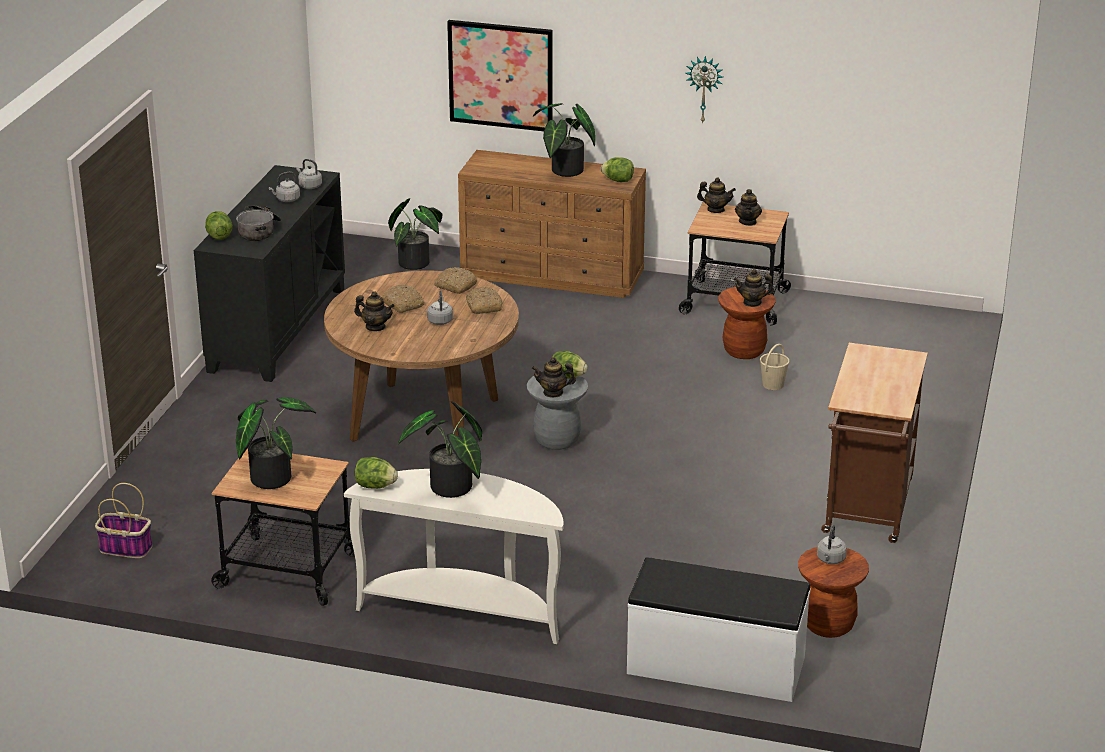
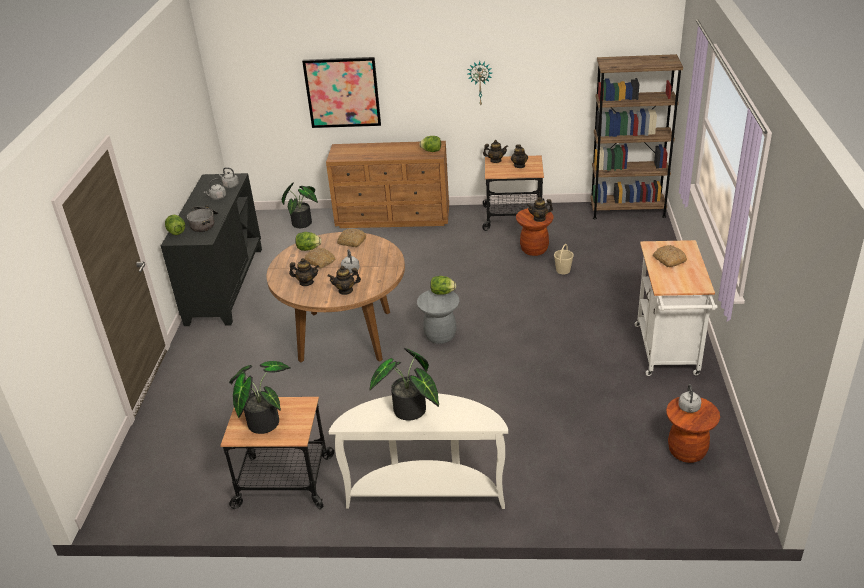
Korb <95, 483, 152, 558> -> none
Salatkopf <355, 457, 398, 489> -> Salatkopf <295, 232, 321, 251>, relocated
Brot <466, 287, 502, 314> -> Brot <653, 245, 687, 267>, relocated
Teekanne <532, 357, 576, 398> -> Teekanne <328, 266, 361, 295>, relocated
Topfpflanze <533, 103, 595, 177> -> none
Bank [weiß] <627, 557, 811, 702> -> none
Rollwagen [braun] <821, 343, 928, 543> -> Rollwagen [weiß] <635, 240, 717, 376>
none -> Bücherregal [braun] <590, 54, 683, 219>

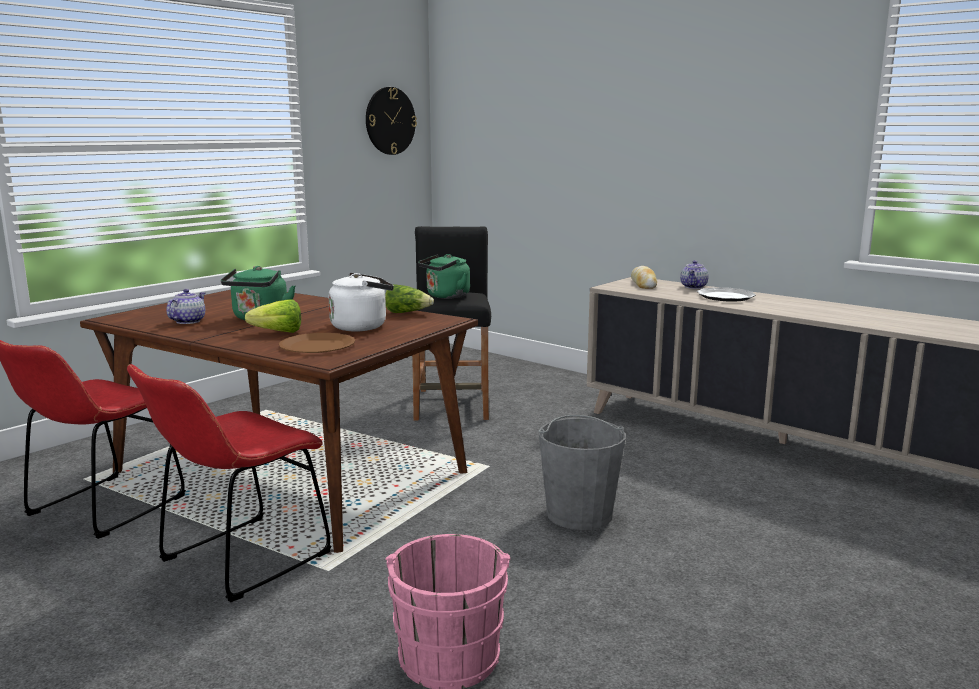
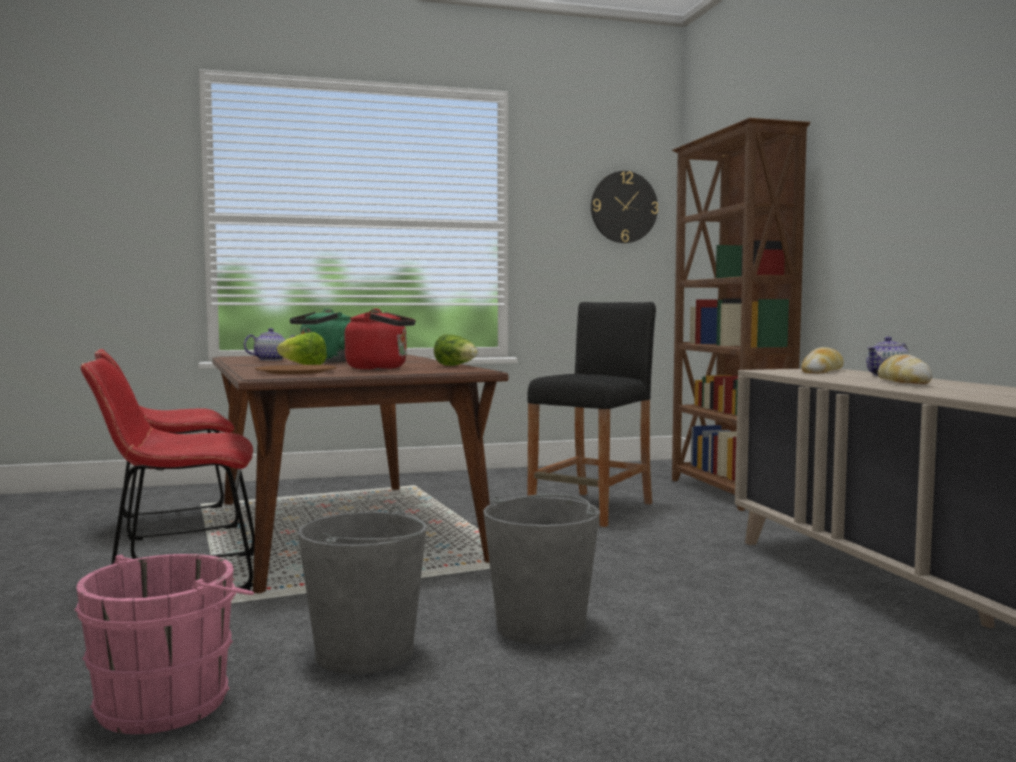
Wasserkessel [weiß] <328, 273, 394, 331> -> Wasserkessel [rot] <345, 308, 416, 370>
Wasserkessel [grün] <418, 254, 470, 299> -> none
Teller <697, 287, 756, 302> -> Brot <878, 354, 932, 384>
none -> Eimer [grau] <298, 506, 427, 674>
none -> Bücherregal [braun] <672, 118, 810, 511>

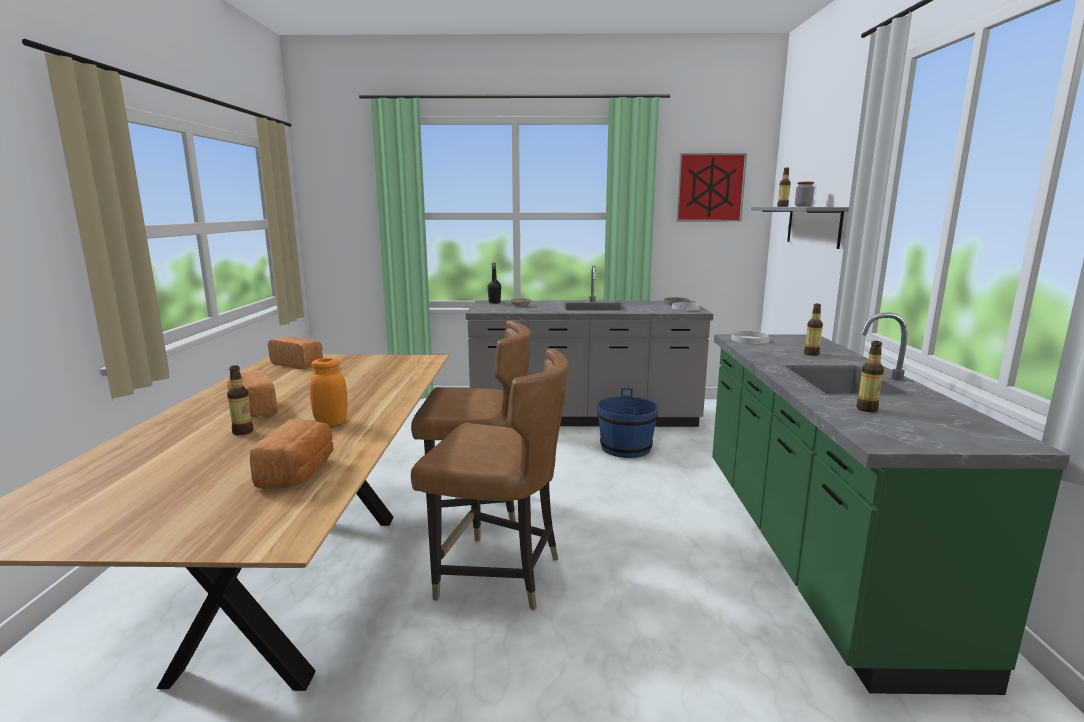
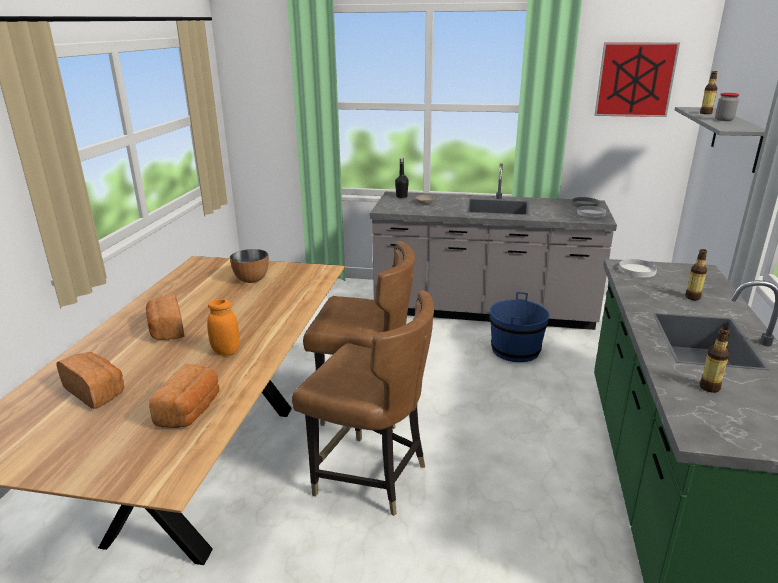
Flasche <227, 365, 253, 435> -> none
Brot <268, 337, 323, 369> -> Brot <56, 352, 124, 409>, relocated
none -> Schüssel <230, 249, 269, 283>

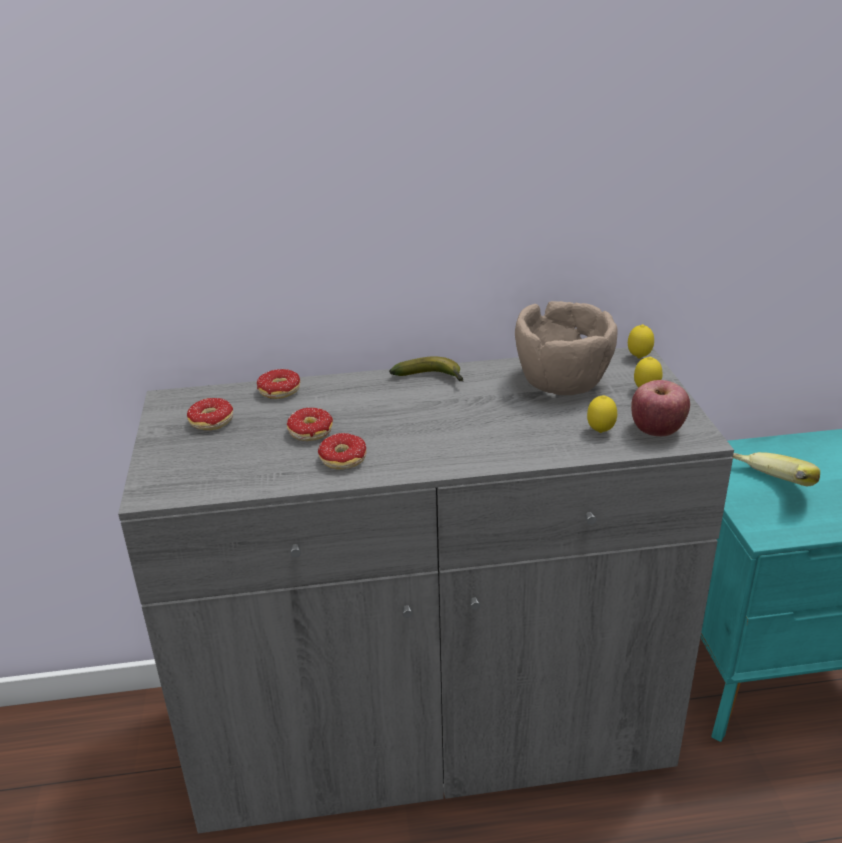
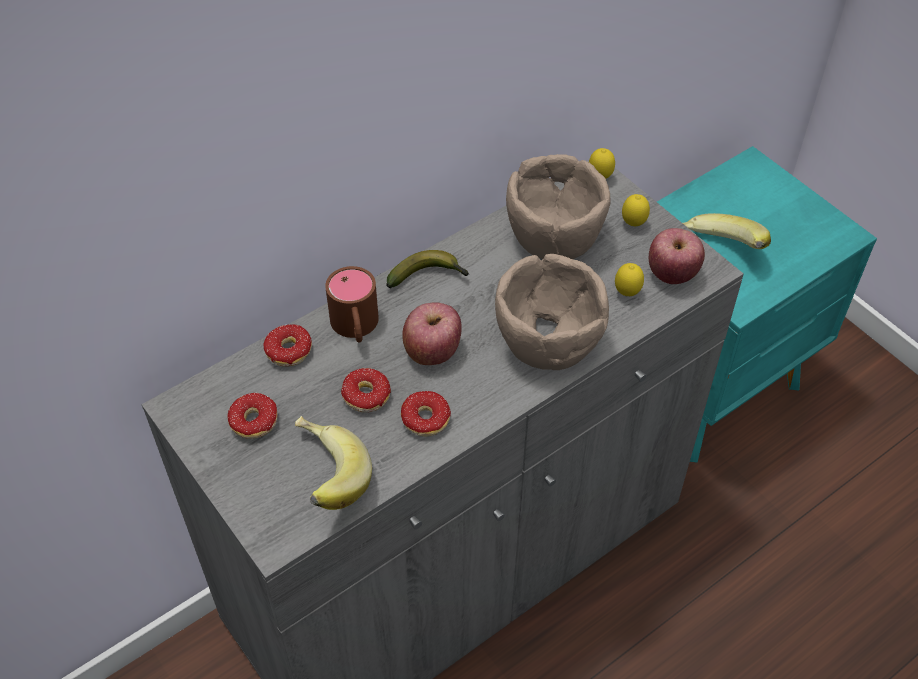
none -> Banane <295, 416, 372, 510>
none -> Henkelbecher [braun] <325, 266, 379, 343>
none -> Apfel <402, 303, 462, 365>
none -> Schüssel [braun] <495, 254, 609, 370>

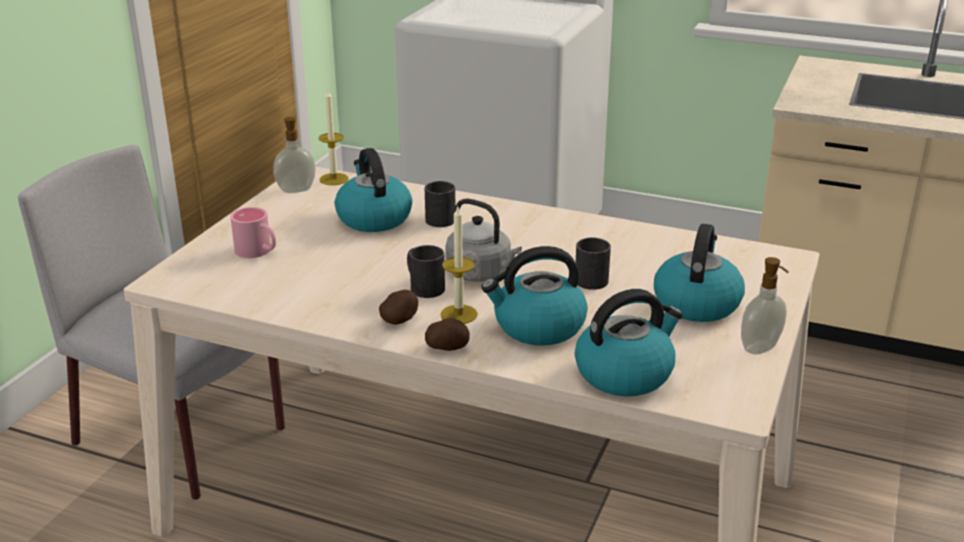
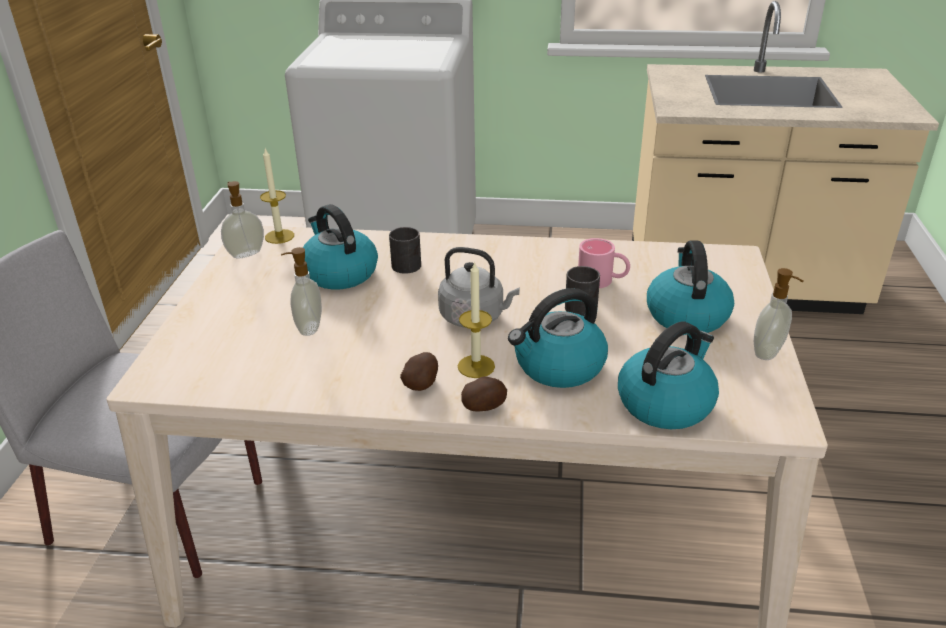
Henkelbecher [rosa] <230, 207, 276, 258> -> Henkelbecher [rosa] <578, 238, 630, 288>, relocated
Henkelbecher [schwarz] <407, 245, 445, 298> -> none
none -> Seifenspender <281, 247, 322, 336>

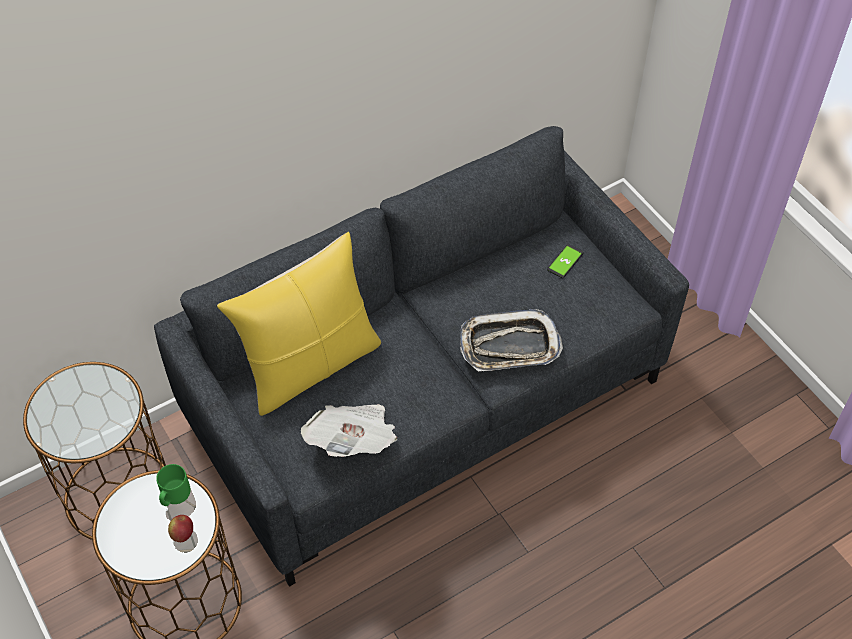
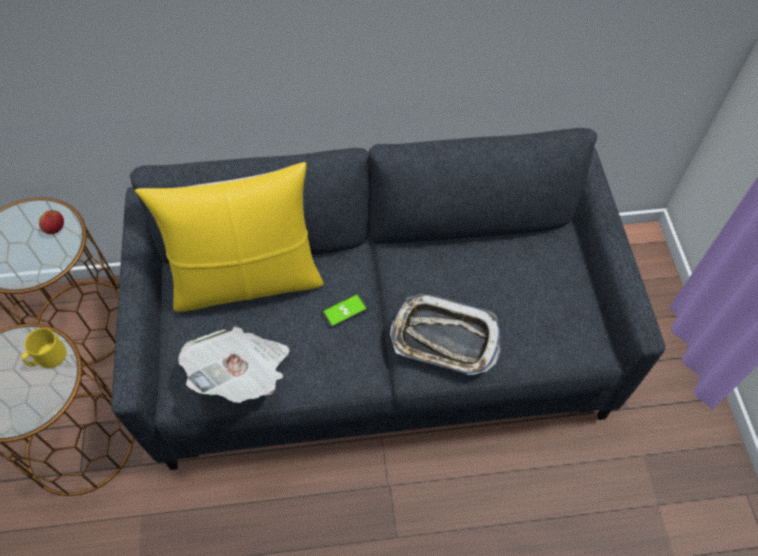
Henkelbecher [grün] <156, 464, 191, 506> -> Henkelbecher [gelb] <21, 328, 66, 368>
Apfel <168, 515, 193, 542> -> Apfel <39, 210, 64, 234>, relocated
Handy <547, 244, 584, 278> -> Handy <321, 293, 369, 328>, relocated

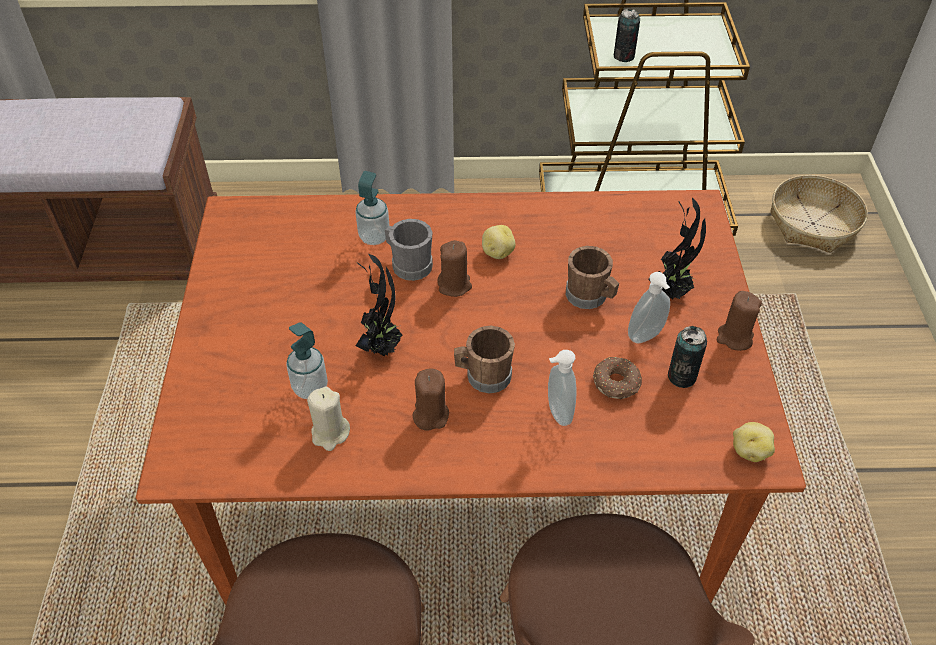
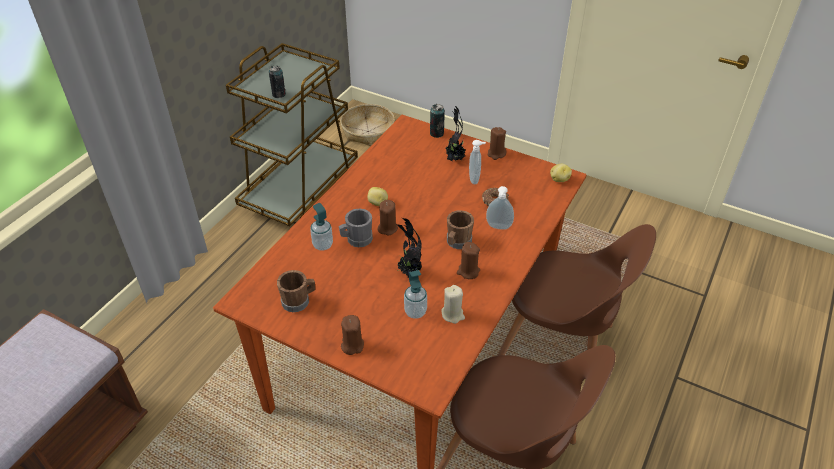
Henkelbecher [braun] <566, 246, 619, 309> -> Henkelbecher [braun] <277, 270, 315, 312>, relocated
Dose <668, 326, 707, 388> -> Dose <430, 104, 445, 138>, relocated
none -> Kerze [braun] <341, 315, 364, 355>

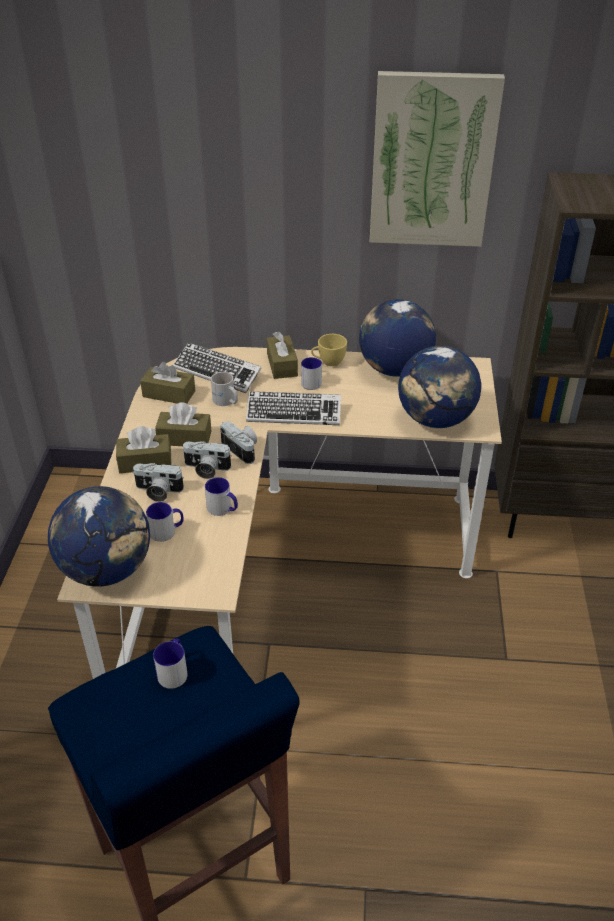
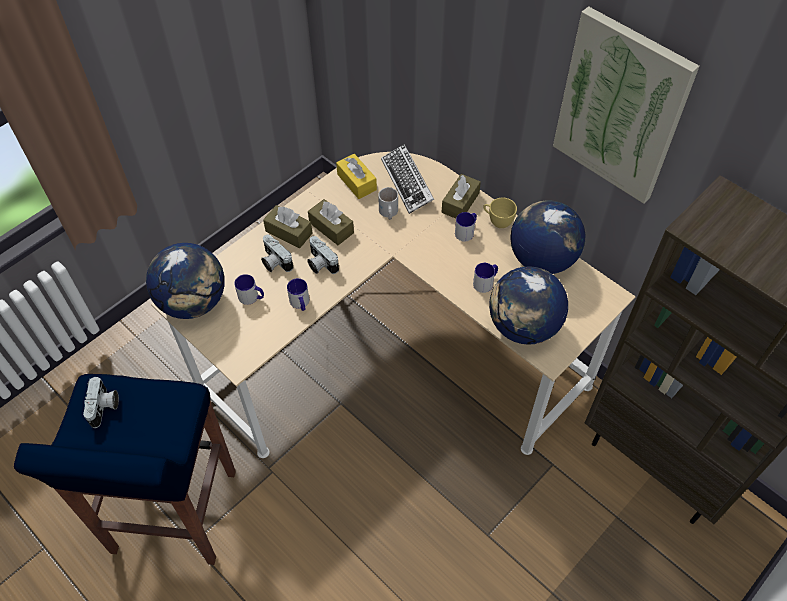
Taschentuchbox [braun] <140, 362, 195, 404> -> Taschentuchbox [gelb] <336, 154, 377, 199>
Henkelbecher <153, 639, 188, 689> -> Henkelbecher <473, 263, 498, 293>, relocated
Kamera <220, 421, 257, 464> -> Kamera <83, 377, 119, 428>, relocated
Tastatur <246, 391, 341, 425> -> none

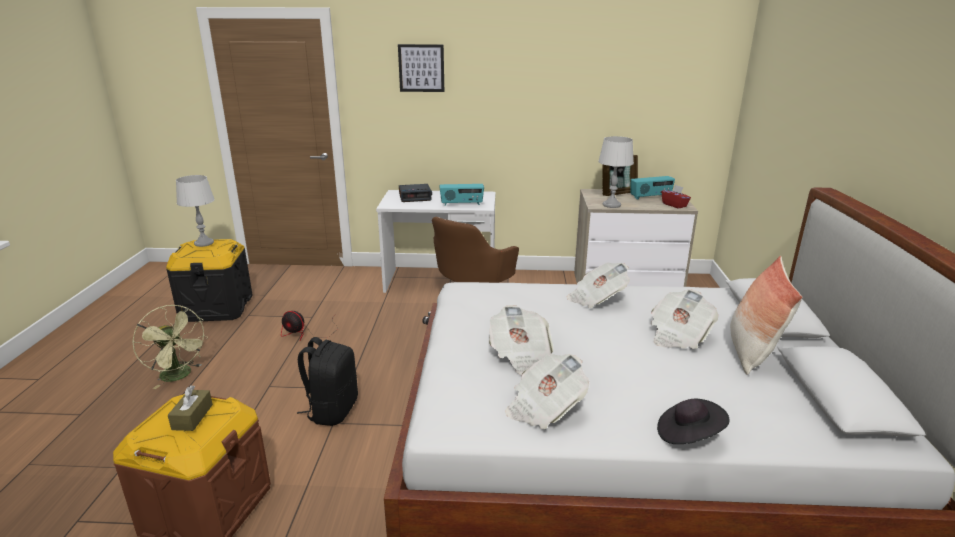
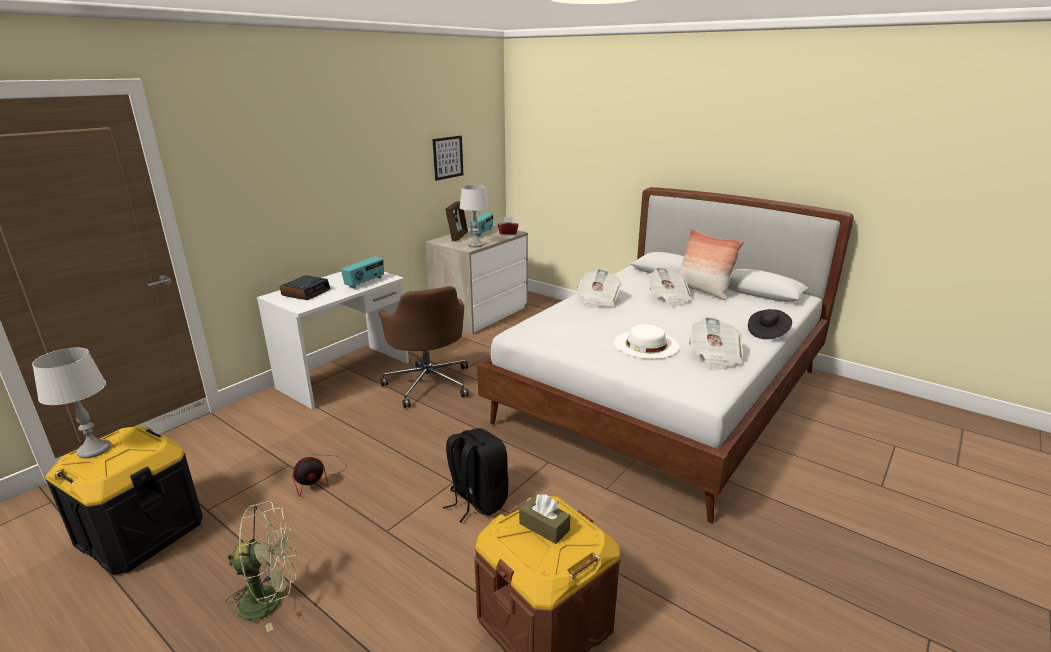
Bild <398, 44, 444, 92> -> Bild <432, 136, 463, 181>, relocated
Zeitung <488, 305, 554, 375> -> Hut [weiß] <614, 325, 679, 359>

